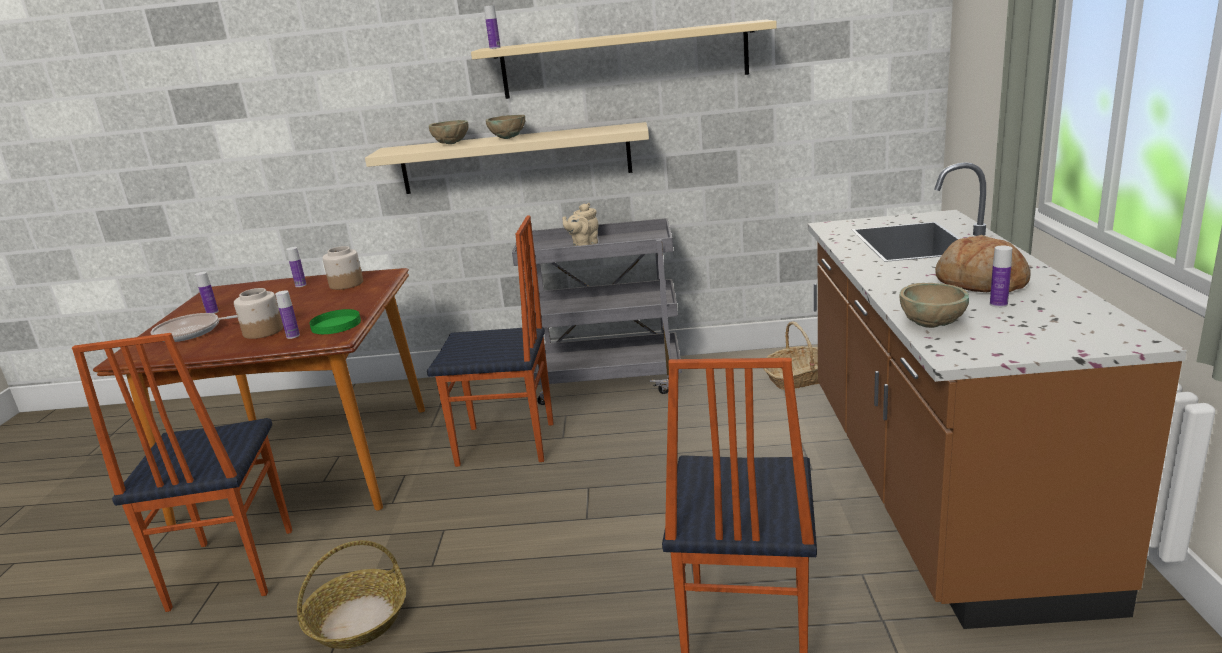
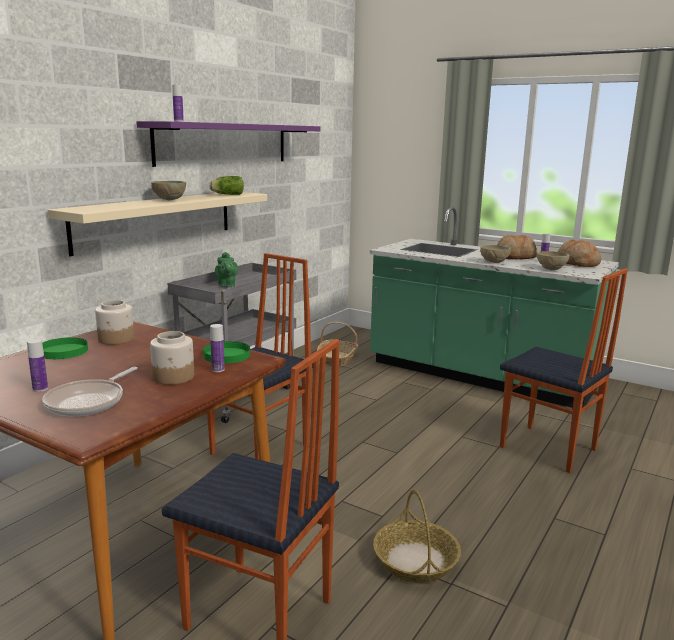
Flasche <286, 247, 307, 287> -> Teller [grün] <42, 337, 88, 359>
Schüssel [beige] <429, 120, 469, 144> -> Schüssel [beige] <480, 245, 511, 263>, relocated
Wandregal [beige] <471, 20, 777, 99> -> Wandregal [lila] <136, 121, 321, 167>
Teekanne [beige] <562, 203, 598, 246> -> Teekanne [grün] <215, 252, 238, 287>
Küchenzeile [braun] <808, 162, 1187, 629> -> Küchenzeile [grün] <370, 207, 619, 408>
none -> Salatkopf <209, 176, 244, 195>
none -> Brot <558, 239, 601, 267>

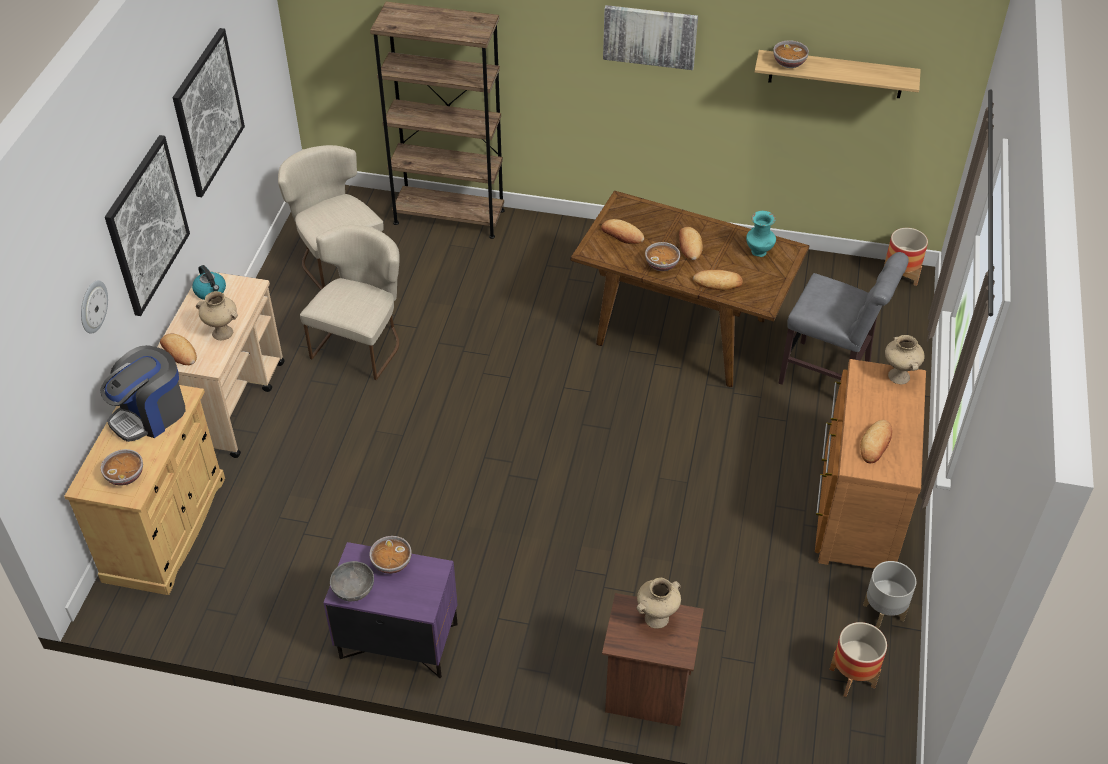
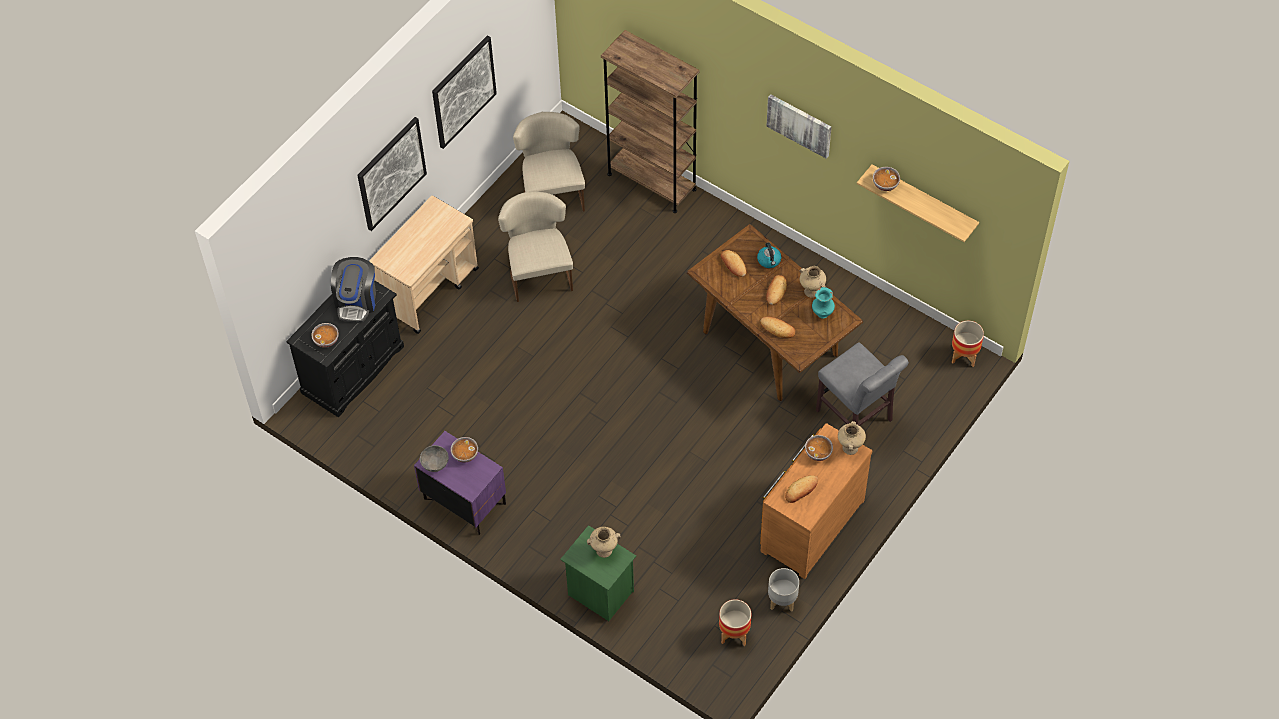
Schrank [beige] <64, 385, 225, 595> -> Schrank [schwarz] <286, 280, 404, 417>
Wanduhr <81, 280, 108, 334> -> none
Kaffeemaschine <100, 345, 185, 442> -> Kaffeemaschine <331, 257, 376, 323>, 60 degrees counterclockwise
Brot <160, 333, 197, 365> -> none
Wasserkessel <192, 265, 226, 300> -> Wasserkessel <757, 243, 781, 268>, relocated
Vase [beige] <196, 291, 238, 340> -> Vase [beige] <799, 266, 826, 298>, relocated
Stuhl [beige] <300, 225, 400, 380> -> Stuhl [beige] <498, 191, 573, 302>, 60 degrees counterclockwise
Nachttisch [braun] <602, 593, 704, 726> -> Nachttisch [grün] <560, 525, 636, 621>
Schüssel <645, 242, 680, 271> -> Schüssel <805, 435, 833, 461>, relocated

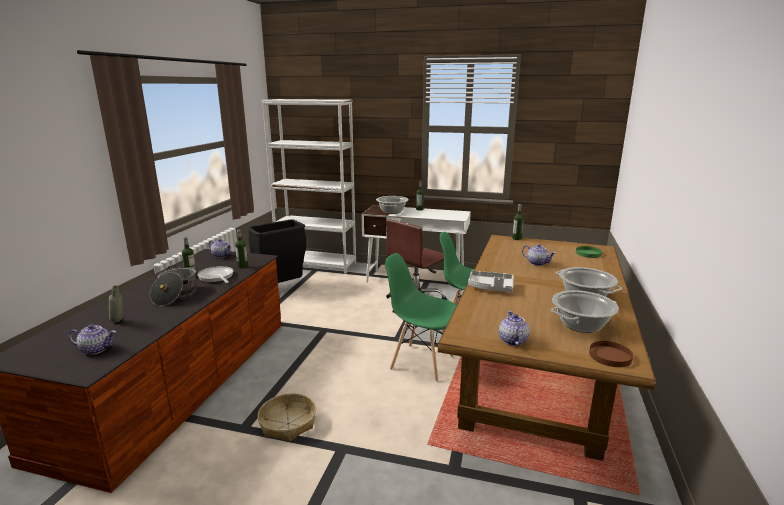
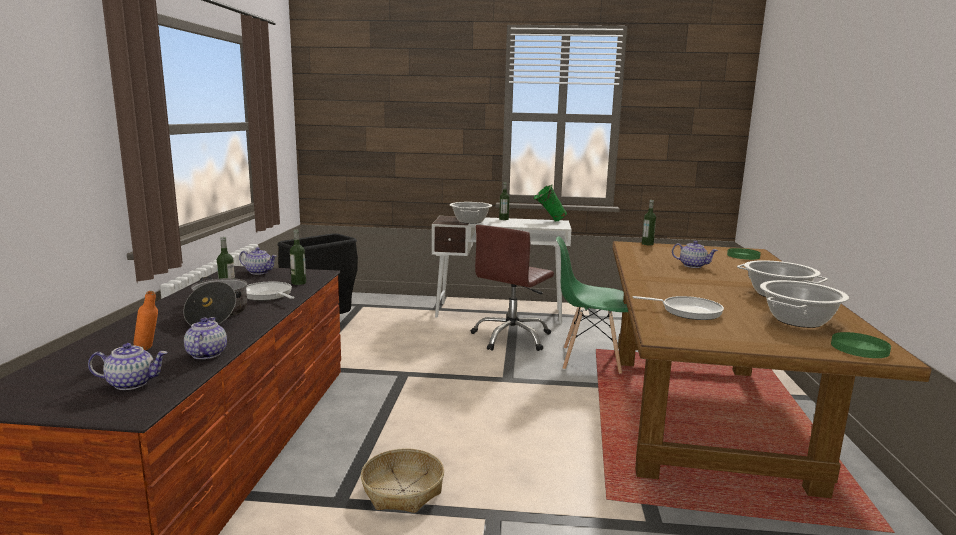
Flasche [grau] <109, 285, 122, 323> -> Flasche [orange] <133, 291, 158, 350>
Bücherregal [weiß] <262, 99, 356, 274> -> none
Stuhl [grün] <385, 253, 457, 381> -> none
Tablett [grau] <468, 271, 514, 292> -> none
Teekanne <499, 311, 530, 346> -> Teekanne <184, 317, 227, 359>, relocated
Teller [braun] <589, 341, 633, 367> -> Teller [grün] <831, 332, 891, 358>
none -> Vase [grün] <533, 185, 567, 222>
none -> Pfanne <633, 296, 724, 320>

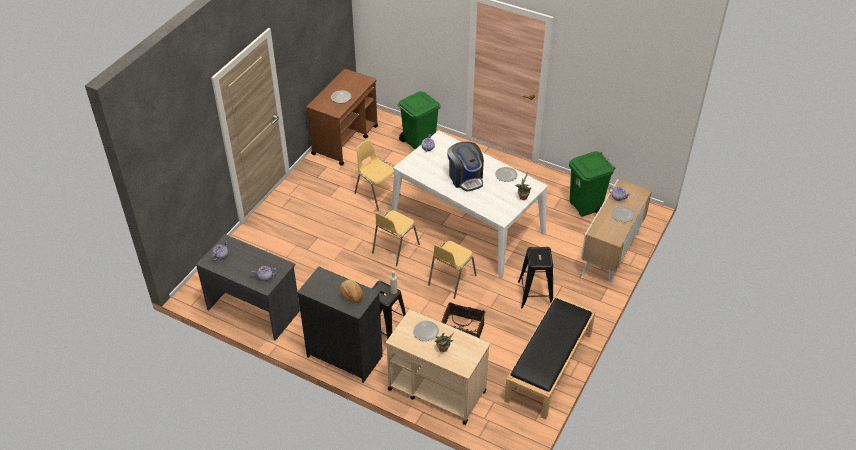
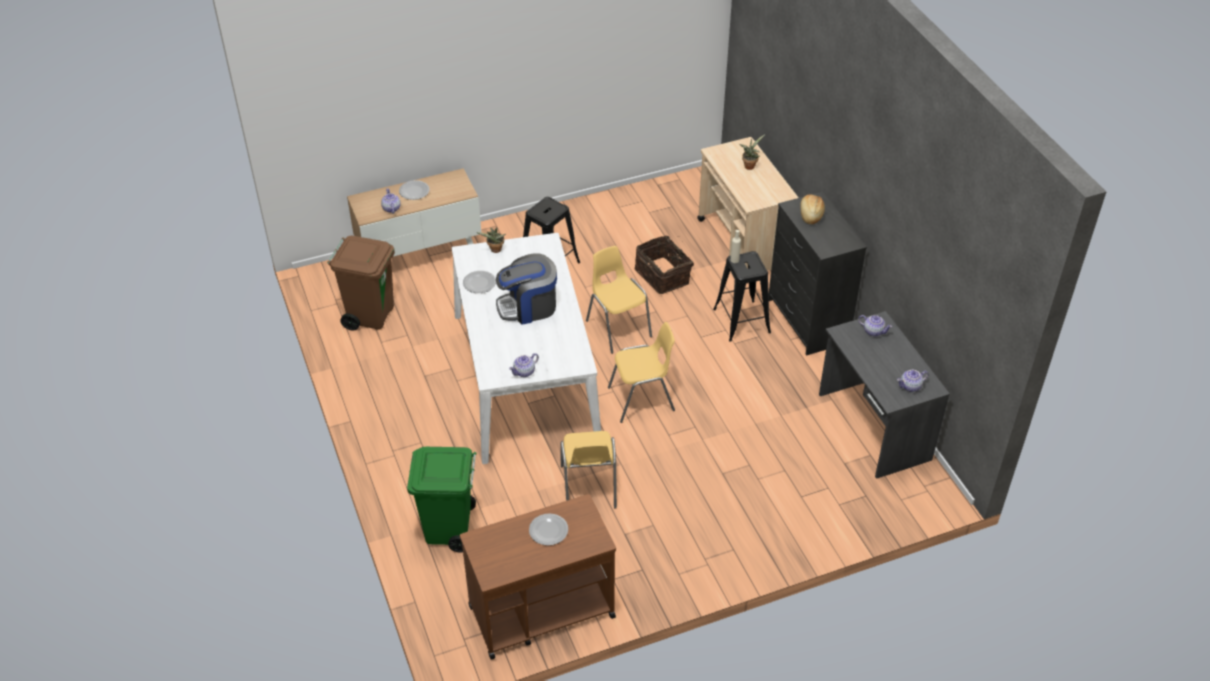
Teller <413, 321, 439, 341> -> none
Stuhl [gelb] <428, 241, 477, 299> -> Stuhl [gelb] <586, 246, 652, 354>, 105 degrees counterclockwise
Kaffeemaschine <447, 142, 484, 192> -> Kaffeemaschine <496, 253, 557, 324>, 120 degrees counterclockwise
Bank [schwarz] <504, 296, 596, 419> -> none
Mülleimer [grün] <569, 151, 616, 217> -> Mülleimer [braun] <327, 236, 395, 330>

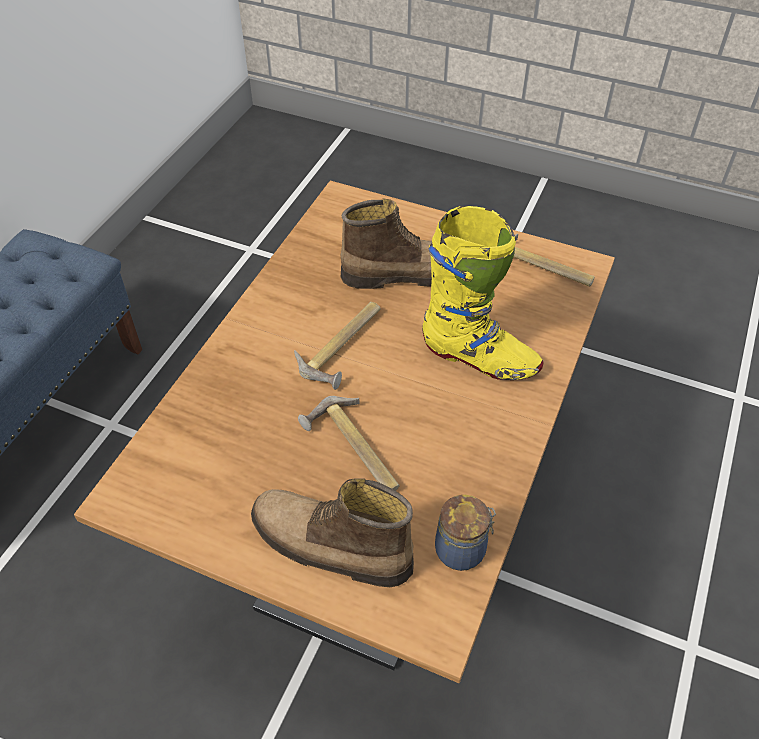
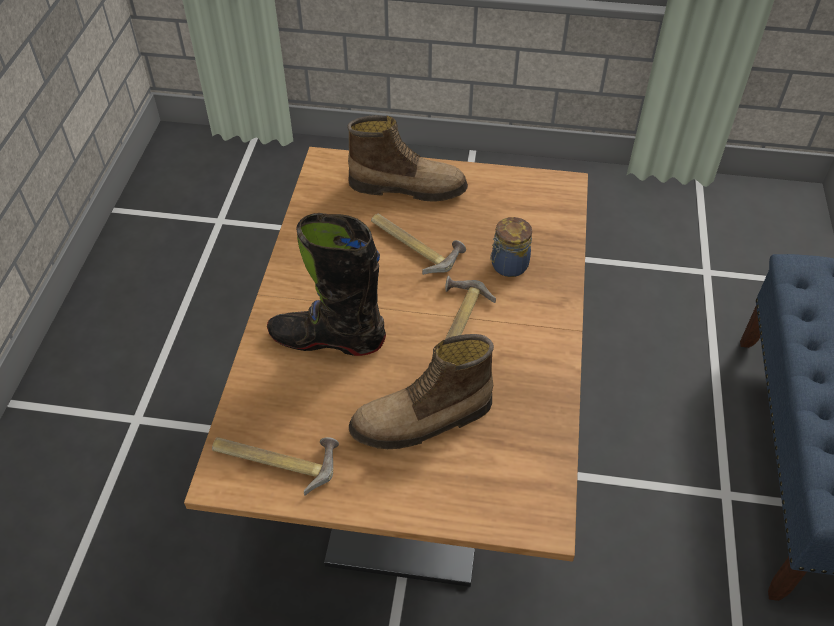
Stiefel [gelb] <422, 206, 544, 380> -> Stiefel [schwarz] <267, 213, 386, 356>
Vorratsglas <435, 495, 496, 571> -> Vorratsglas <490, 217, 532, 277>, relocated

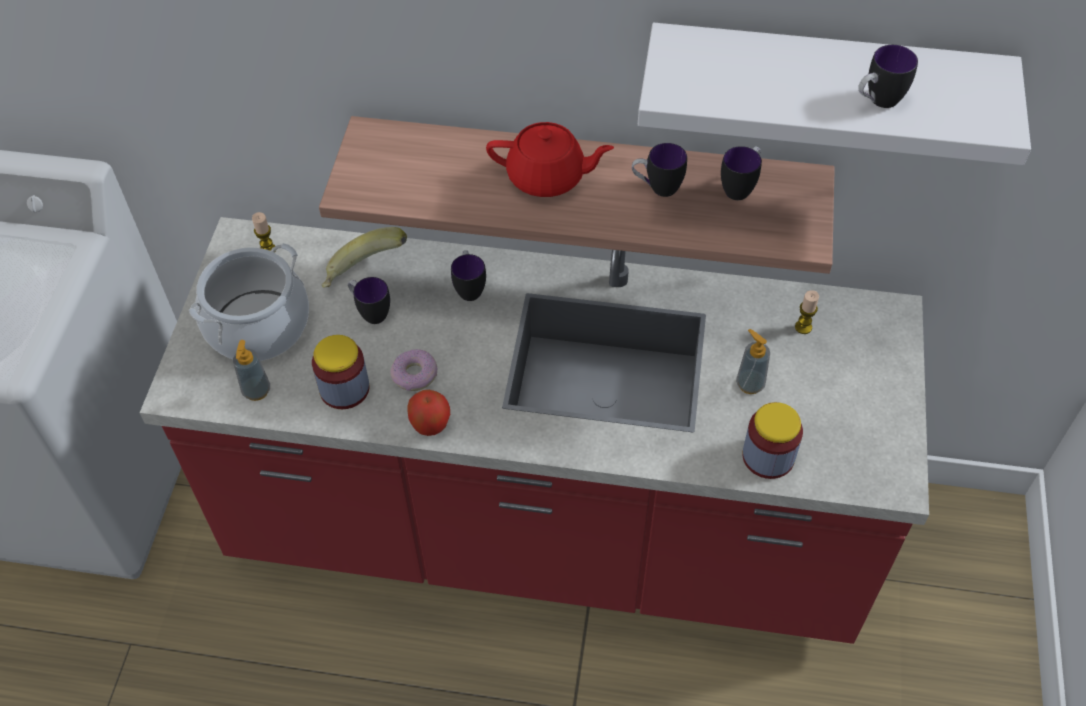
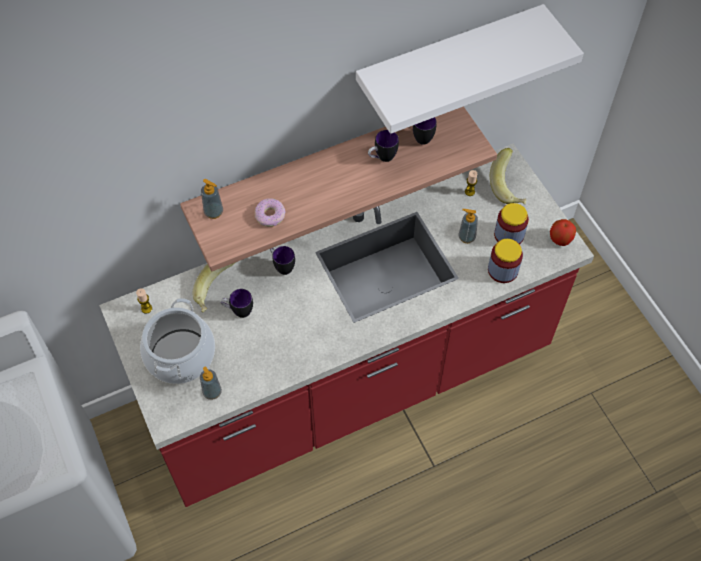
Vorratsglas <312, 335, 369, 409> -> Vorratsglas <494, 203, 529, 244>, relocated
Donut <391, 349, 438, 391> -> Donut <255, 198, 285, 227>, relocated
Apfel <407, 390, 450, 436> -> Apfel <550, 219, 576, 246>, relocated
Teekanne [rot] <486, 122, 614, 197> -> none
Henkelbecher <858, 45, 918, 108> -> none
none -> Seifenspender <201, 179, 223, 219>
none -> Banane <490, 148, 526, 204>

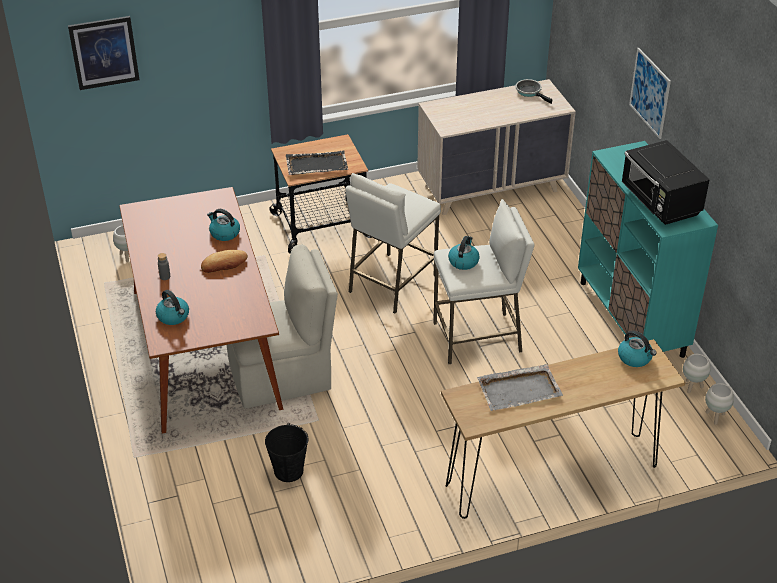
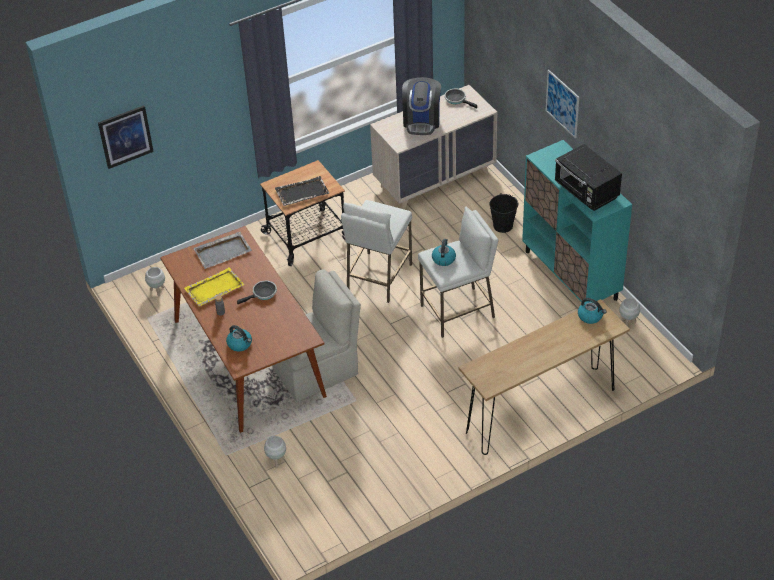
Brot <201, 250, 248, 273> -> Pfanne <237, 281, 277, 304>
Wasserkessel <207, 209, 240, 241> -> none
Eimer [schwarz] <265, 423, 308, 482> -> Eimer [schwarz] <490, 193, 518, 233>, relocated
Tablett [grau] <477, 364, 563, 411> -> Tablett [grau] <193, 232, 252, 269>, relocated
Pflanzkübel [weiß] <705, 383, 734, 425> -> Pflanzkübel [weiß] <264, 436, 286, 468>, relocated
none -> Tablett [gelb] <184, 267, 245, 306>
none -> Kaffeemaschine <402, 77, 441, 135>

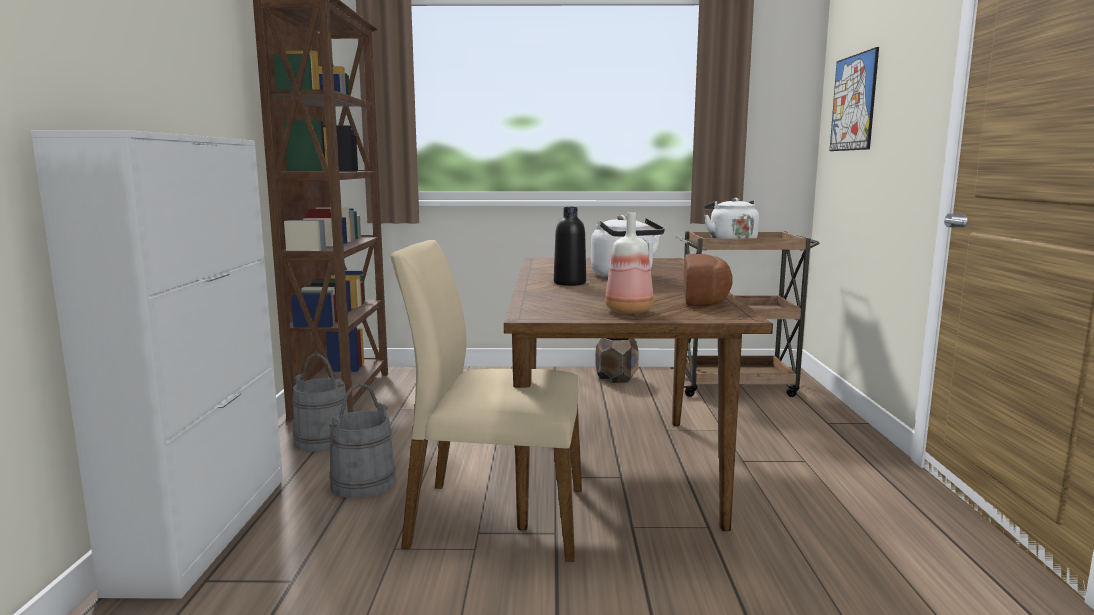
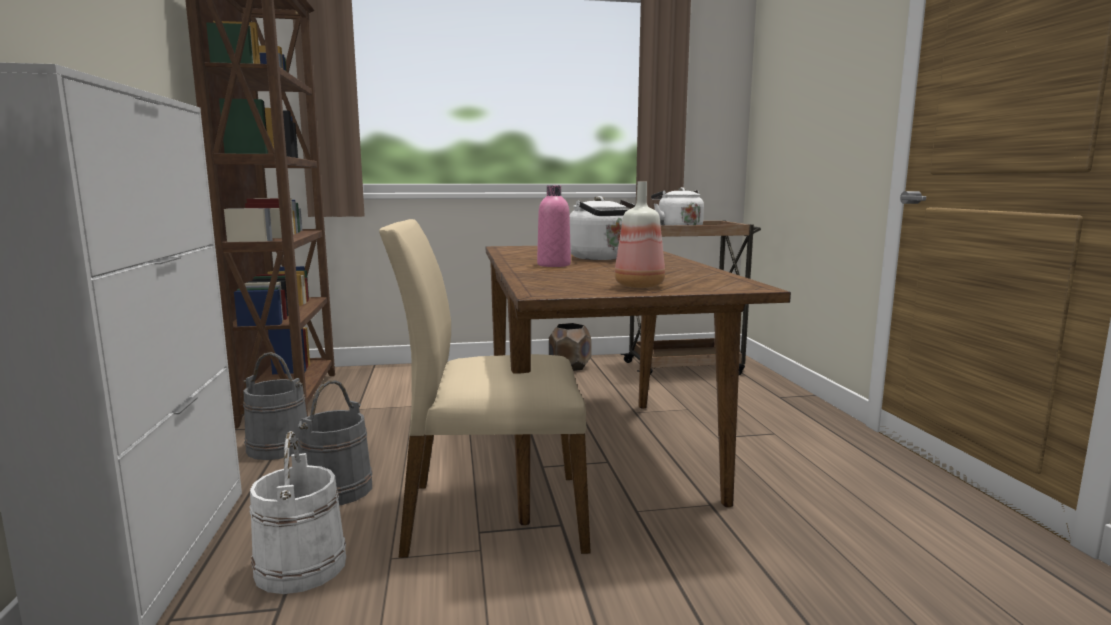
Flasche [schwarz] <554, 207, 586, 286> -> Flasche [rosa] <537, 185, 571, 267>
Brot <684, 254, 733, 306> -> none
Bild <830, 47, 879, 151> -> none
none -> Eimer [weiß] <249, 431, 346, 594>

